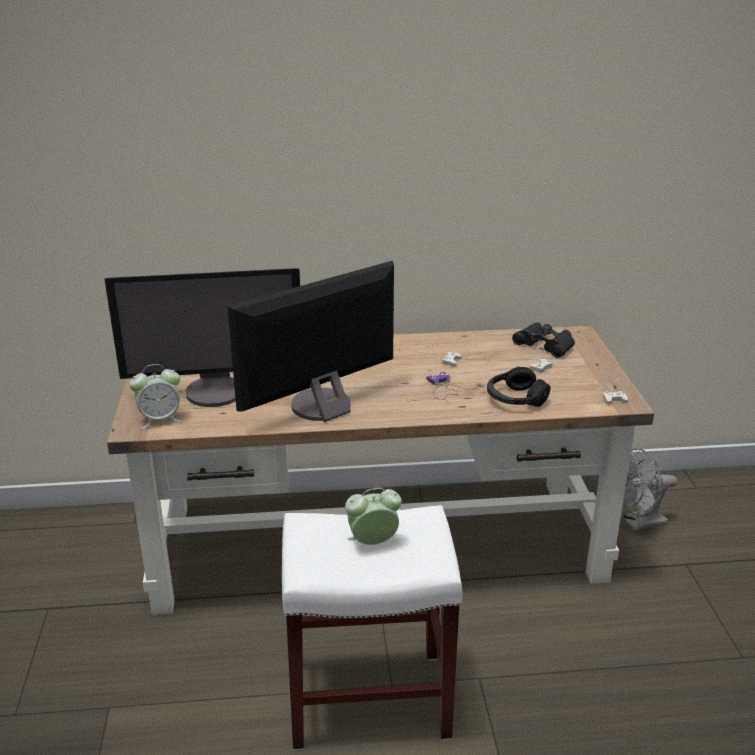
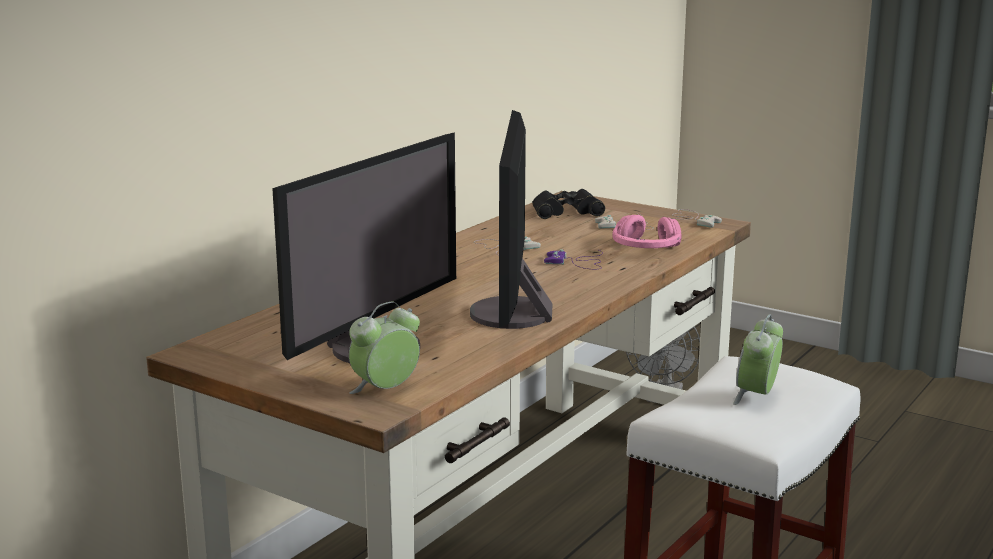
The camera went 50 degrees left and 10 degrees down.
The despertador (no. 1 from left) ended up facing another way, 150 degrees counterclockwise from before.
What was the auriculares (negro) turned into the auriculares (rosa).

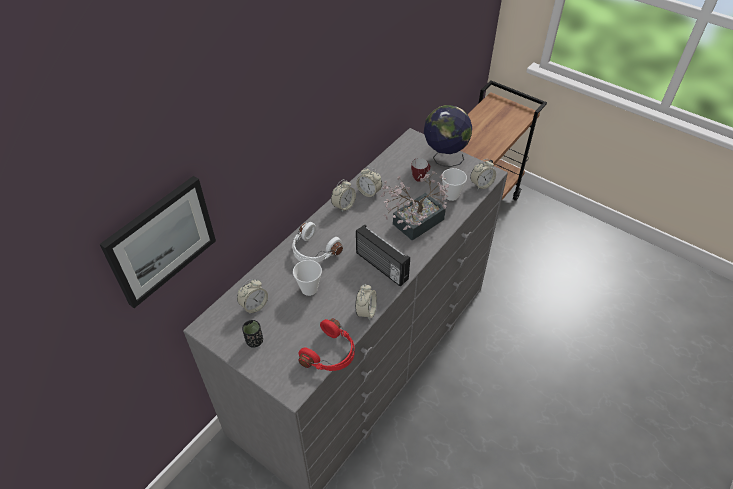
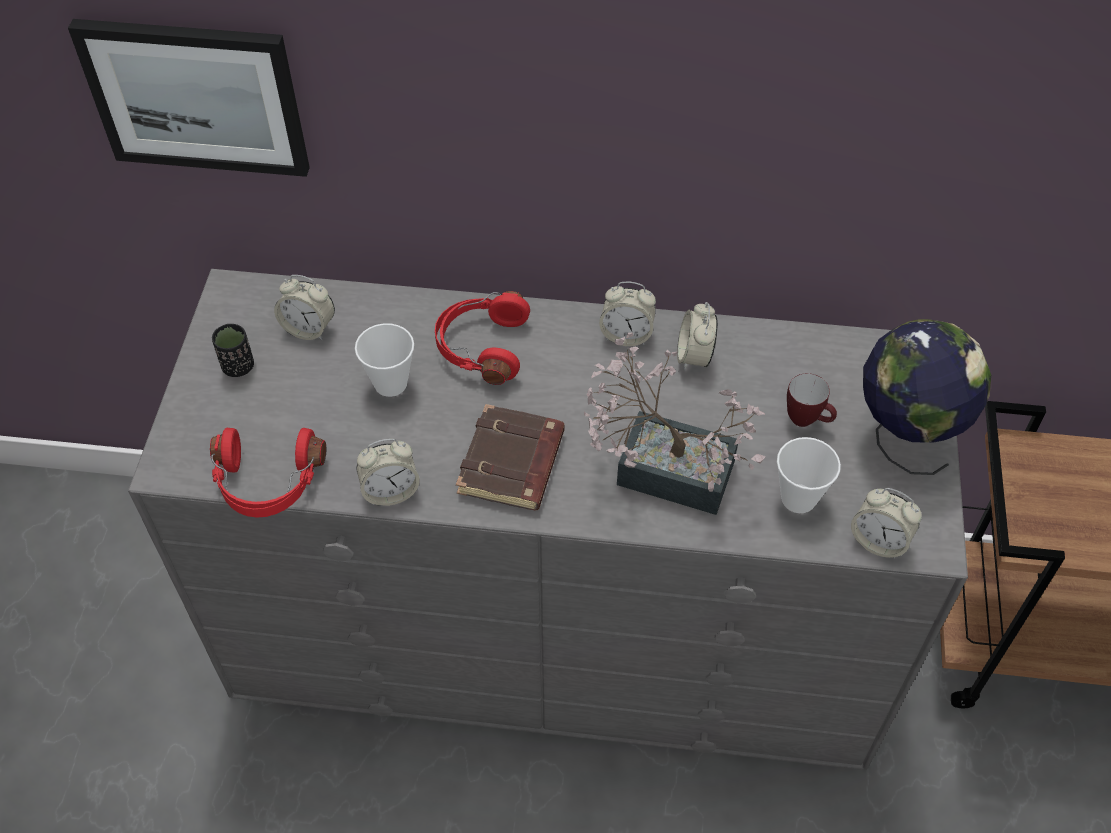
The camera went 60 degrees right and 5 degrees up.
What was the auriculares (blanco) turned into the auriculares (rojo) (no. 2 from left).
Where the radio stood, the libro (marrón) came to stand.

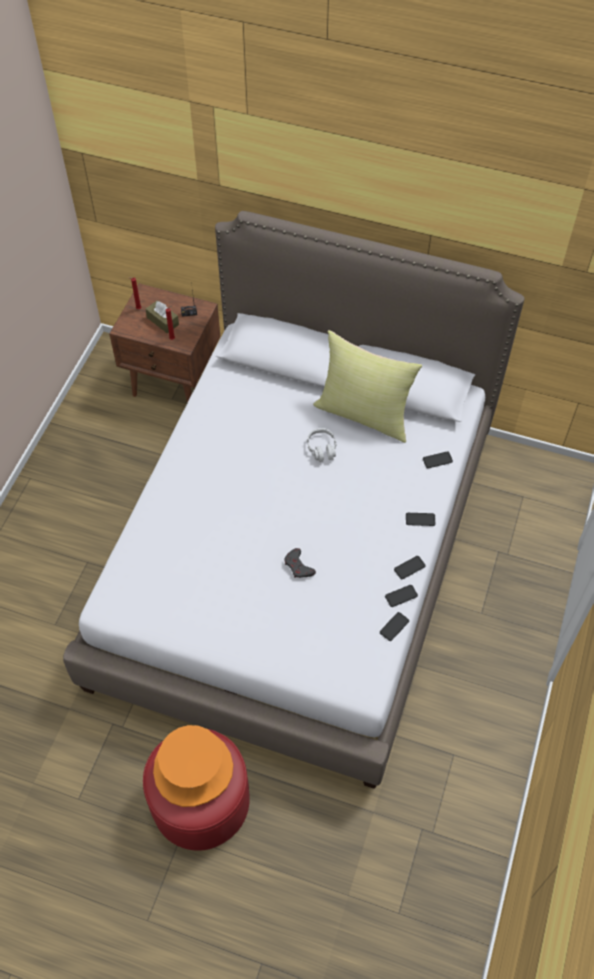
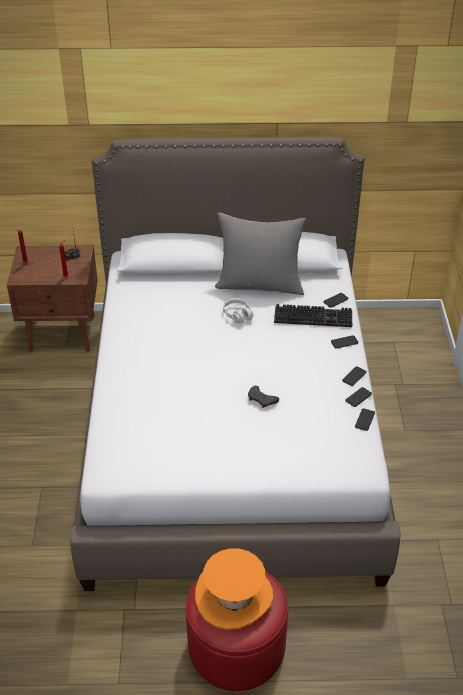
The camera went 20 degrees left and 15 degrees down.
The second view lost the caja de pañuelos (marrón).
What was the cojín (amarillo) turned into the cojín (gris).
The second view gained the teclado.

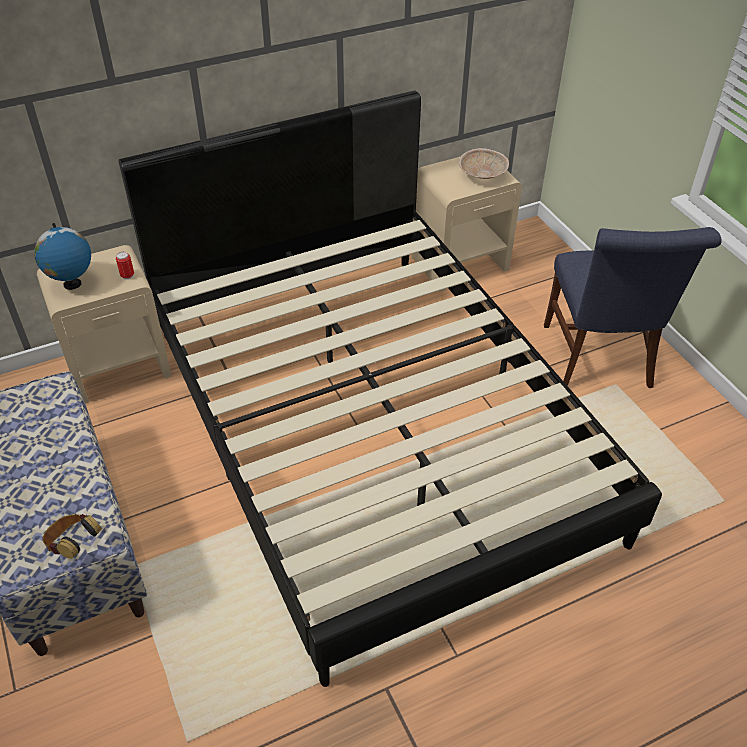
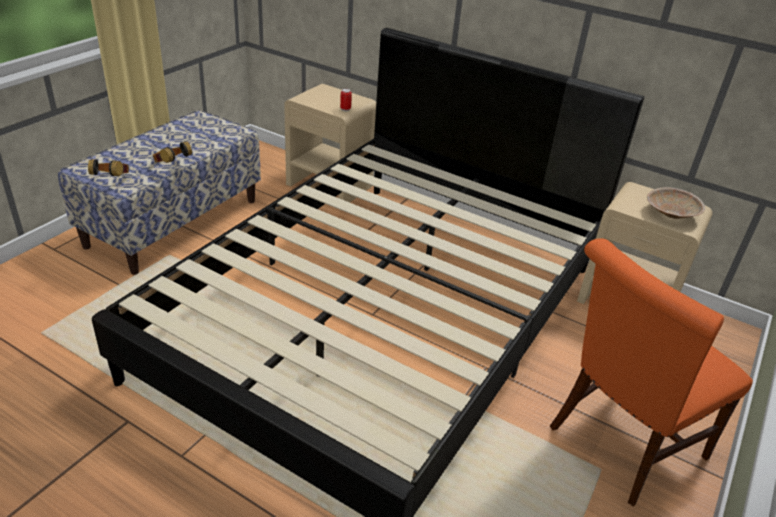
The camera went 55 degrees right and 10 degrees down.
The second view lost the globo terráqueo.
What was the silla (azul) turned into the silla (naranja).
The second view gained the auriculares (no. 2 from left).

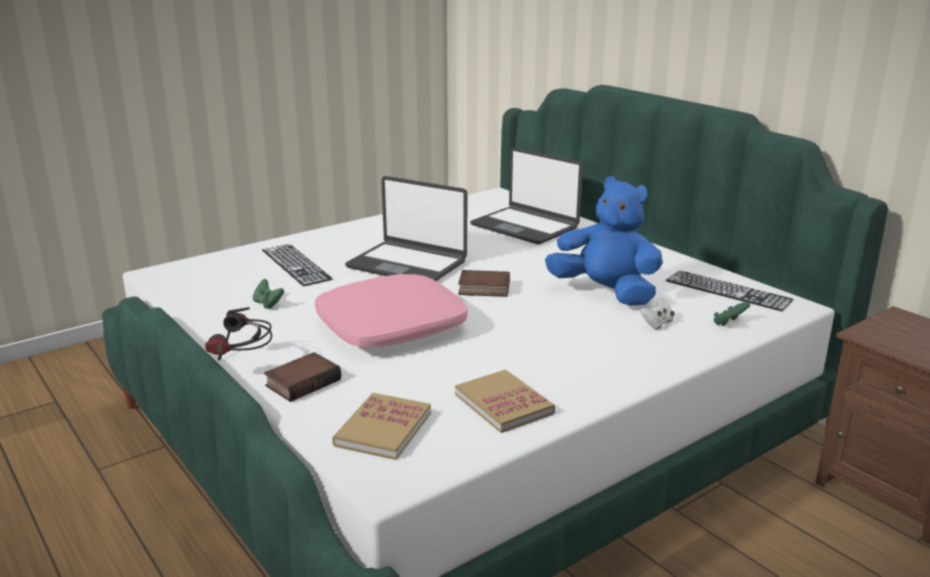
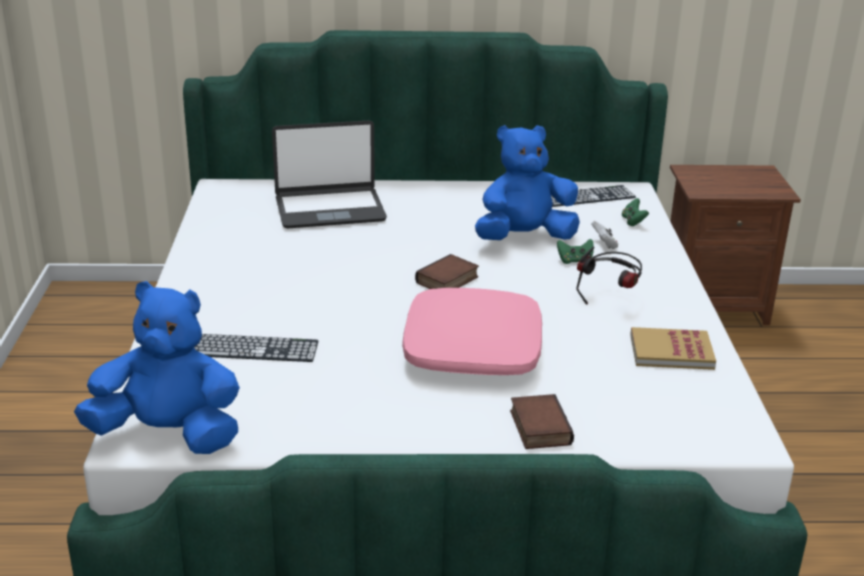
The camera went 55 degrees left and 5 degrees up.
The second view lost the portátil (no. 1 from left).
The mando de consola (verde) (no. 1 from left) ended up elsewhere.
The auriculares ended up elsewhere.
The second view lost the libro (no. 2 from left).
The second view gained the peluche (azul) (no. 1 from left).

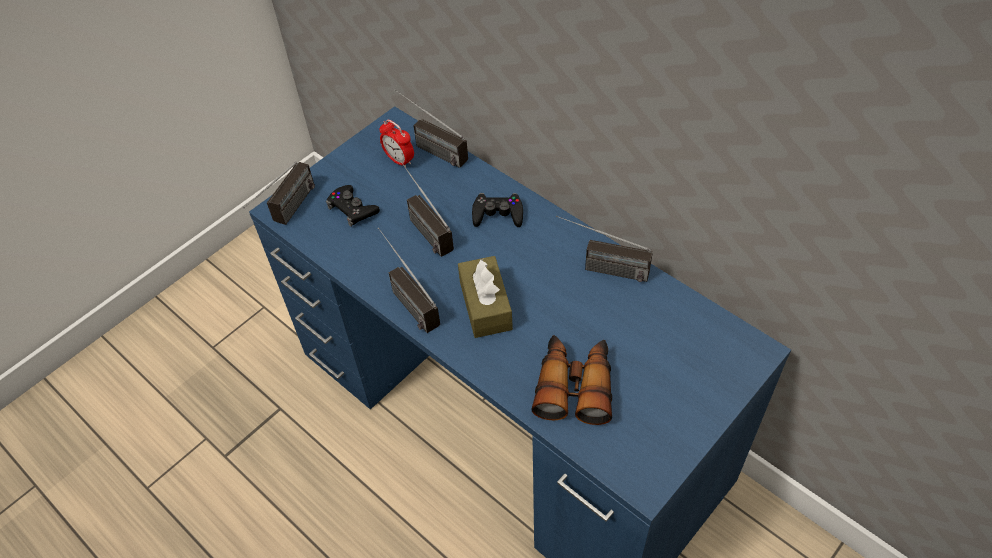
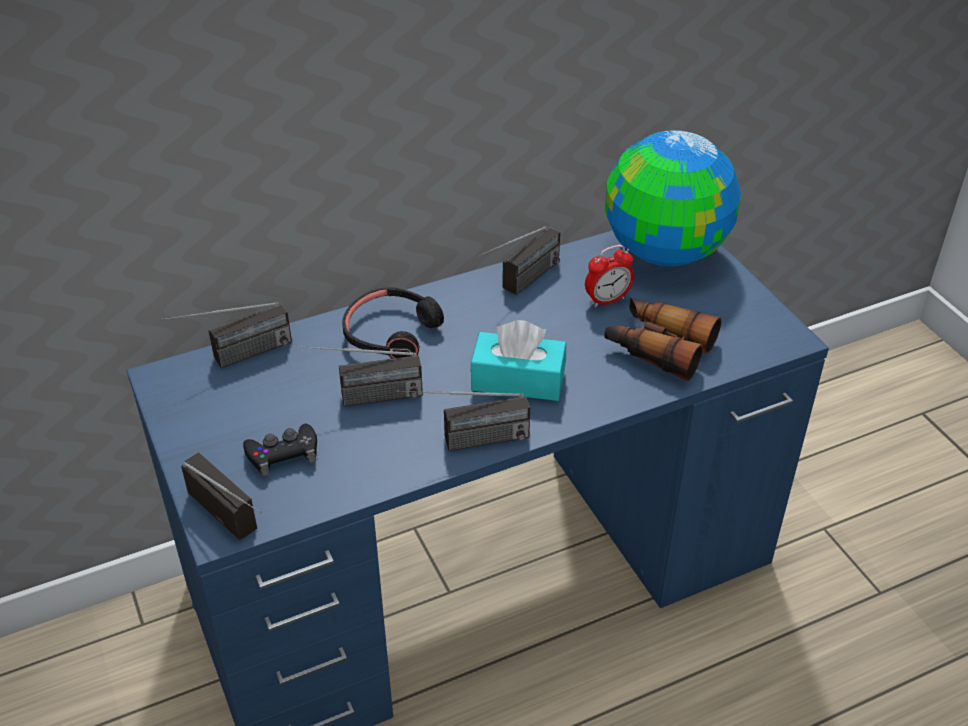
The camera went 70 degrees left and 10 degrees down.
The despertador ended up elsewhere.
Where the mando de consola (negro) (no. 2 from left) stood, the auriculares (negro) came to stand.
What was the caja de pañuelos (marrón) turned into the caja de pañuelos (turquesa).
The second view gained the globo terráqueo.

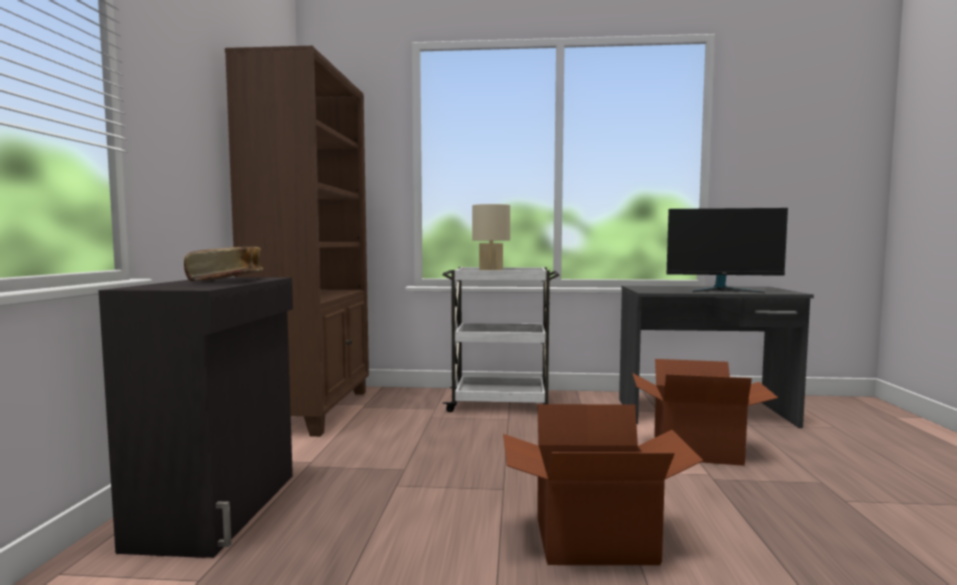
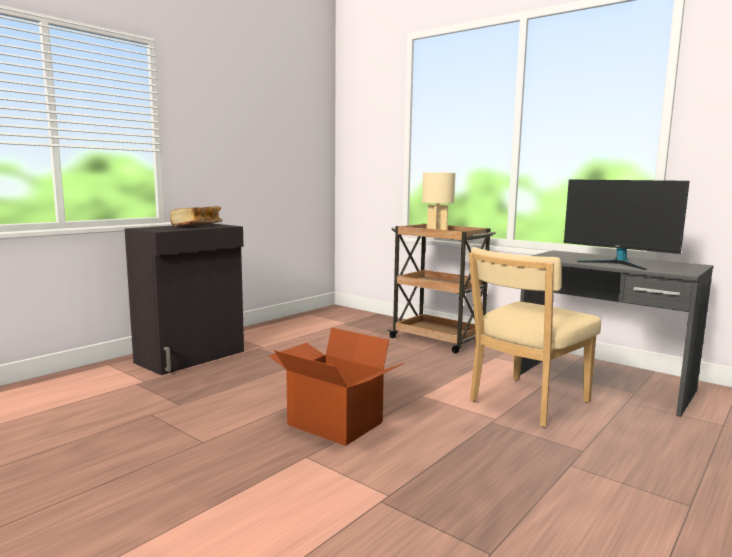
The camera went 35 degrees right and 5 degrees up.
The second view lost the estantería (marrón).
What was the carrito (blanco) turned into the carrito (marrón).
Where the caja de cartón (no. 2 from left) stood, the silla (beis) came to stand.

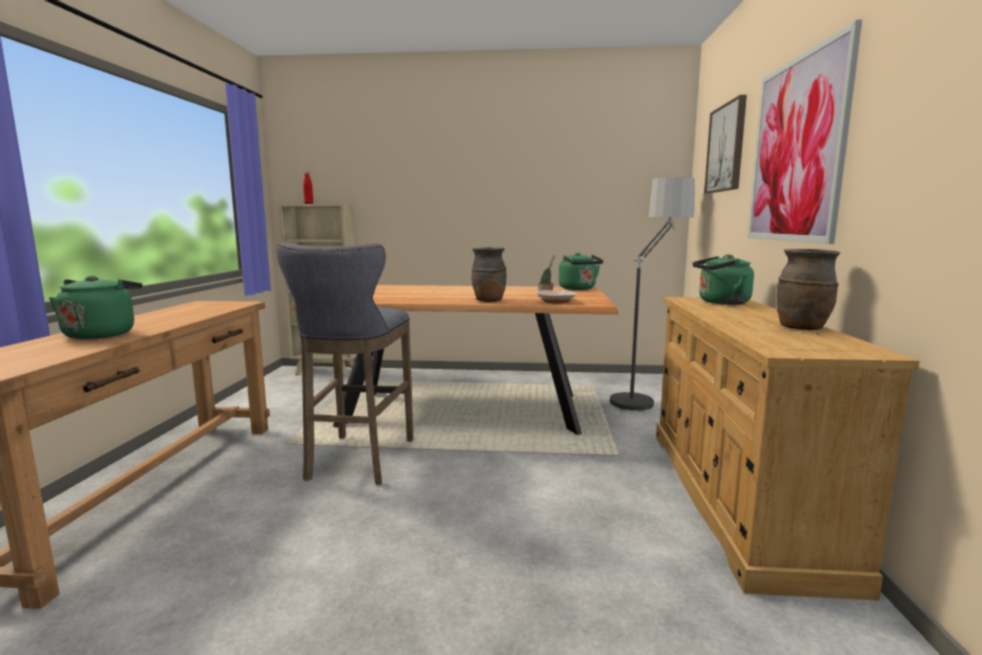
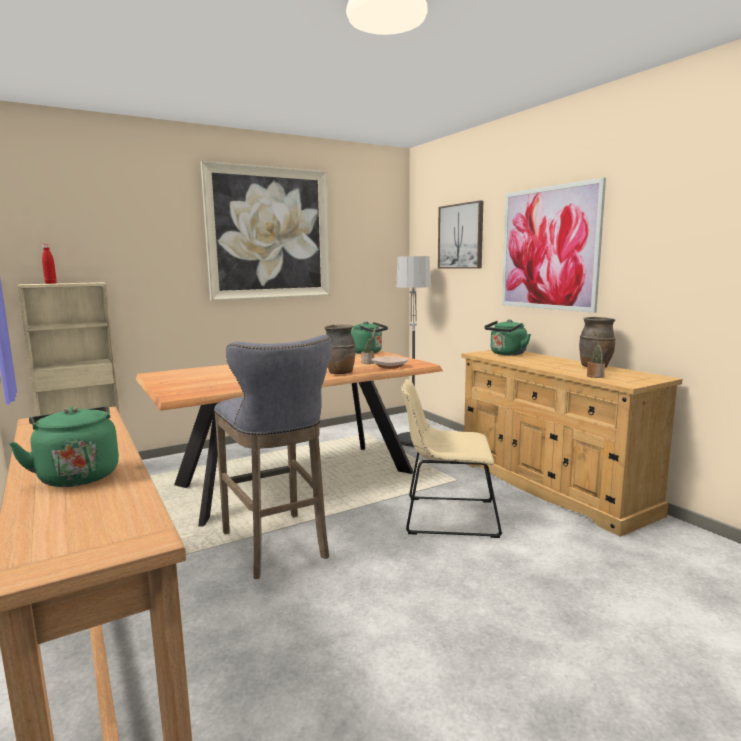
The camera went 35 degrees left and 0 degrees up.
The second view gained the cuadro (no. 1 from left).
The second view gained the planta en maceta (no. 2 from left).
The second view gained the silla (beis).

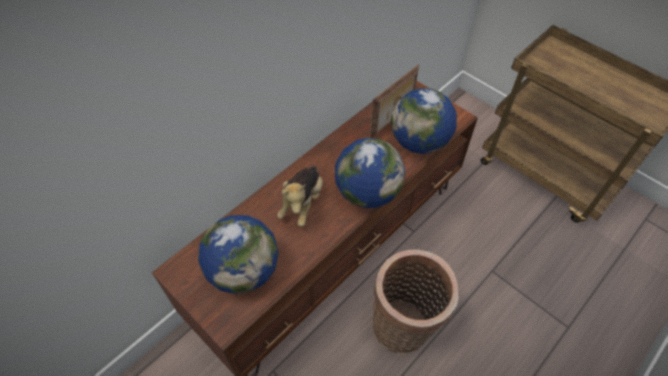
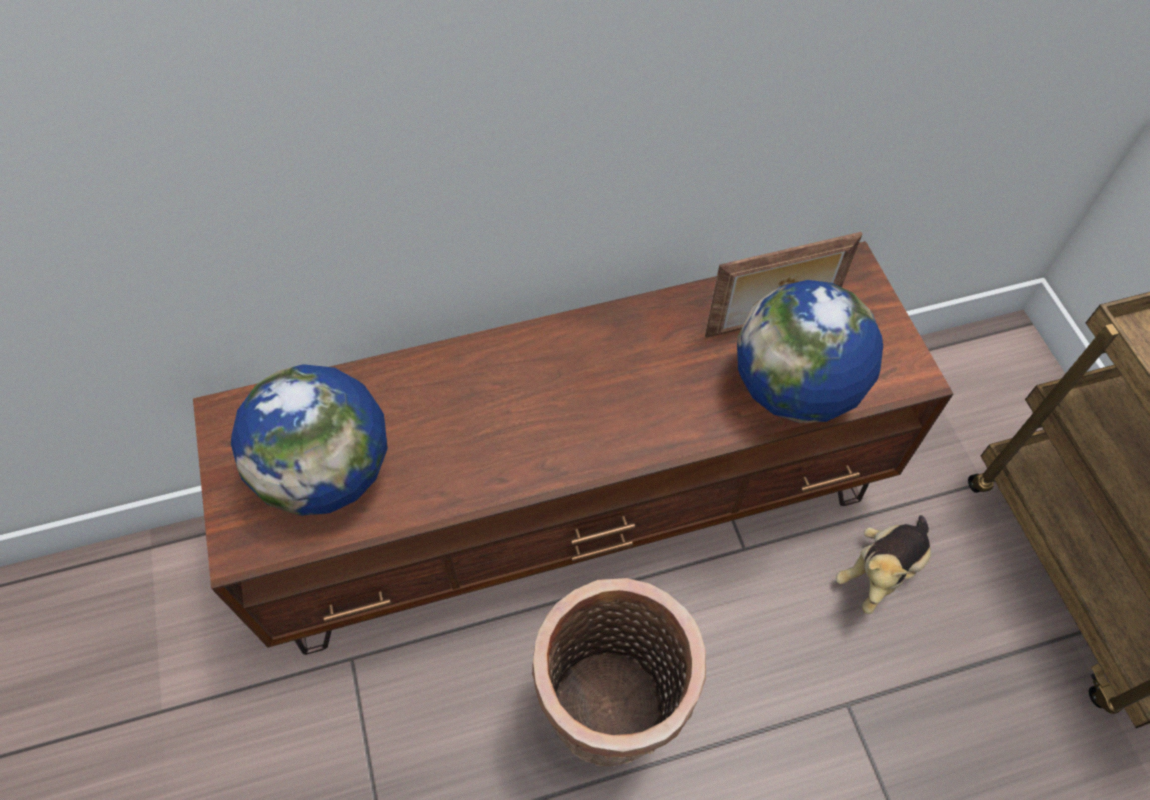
The camera went 30 degrees right and 5 degrees up.
The second view lost the globo terráqueo (no. 2 from left).
The peluche ended up elsewhere.

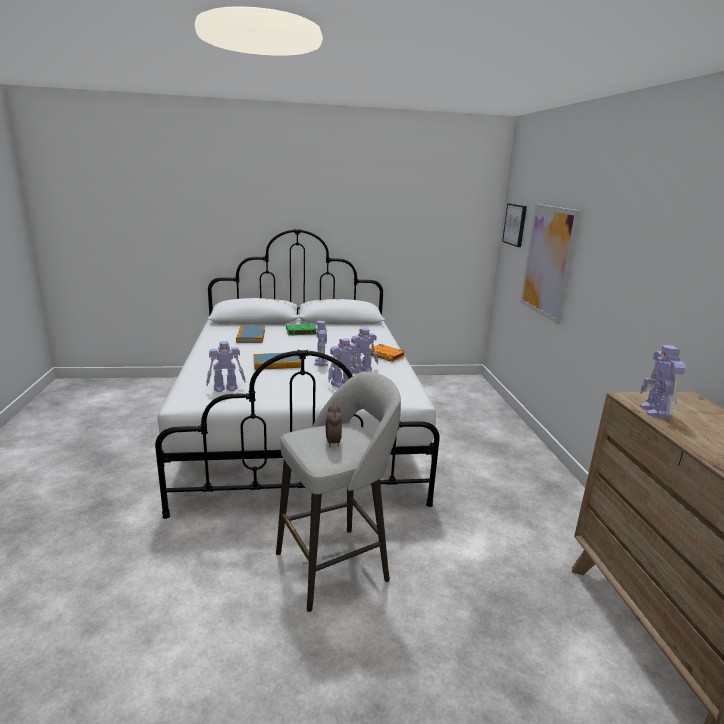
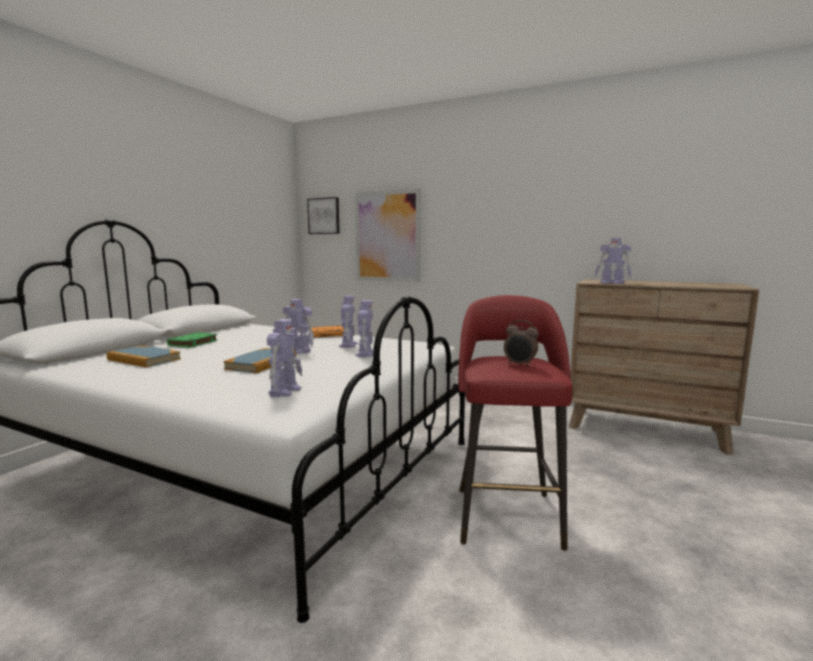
The camera went 55 degrees left and 10 degrees down.
What was the taburete (gris) turned into the taburete (rojo).

